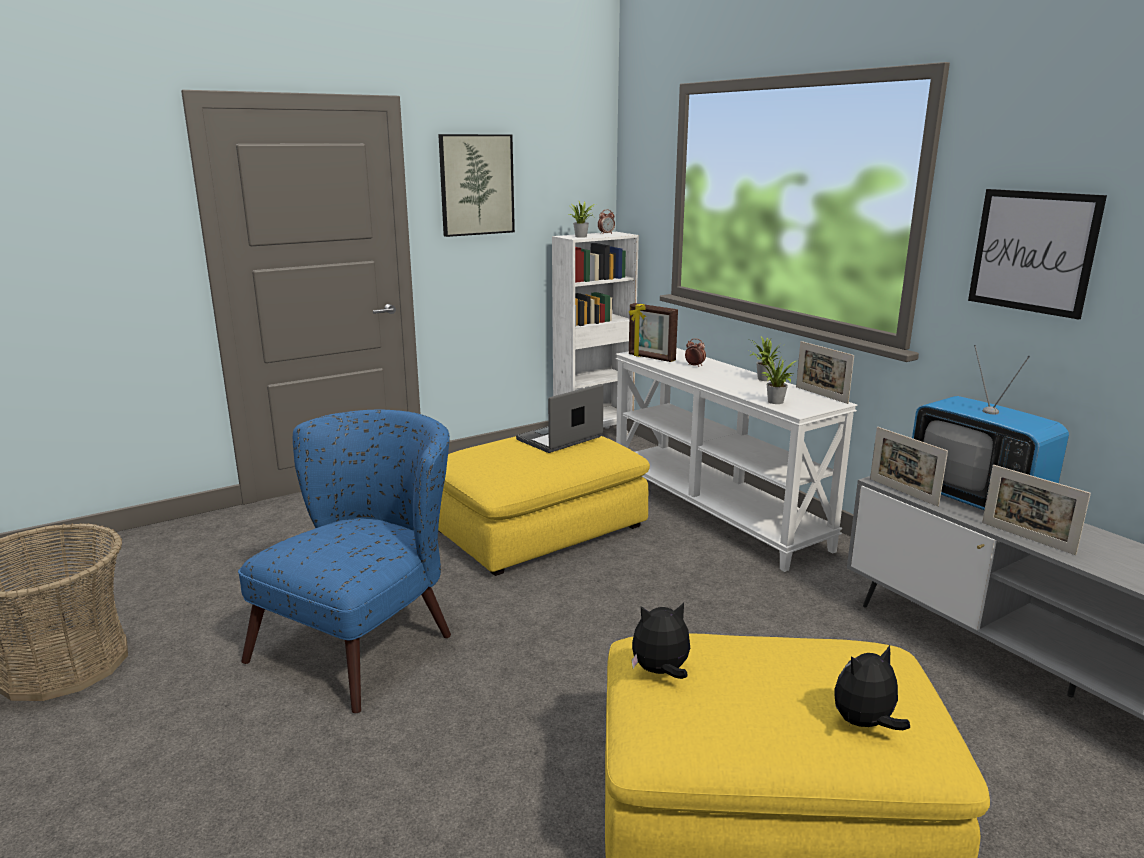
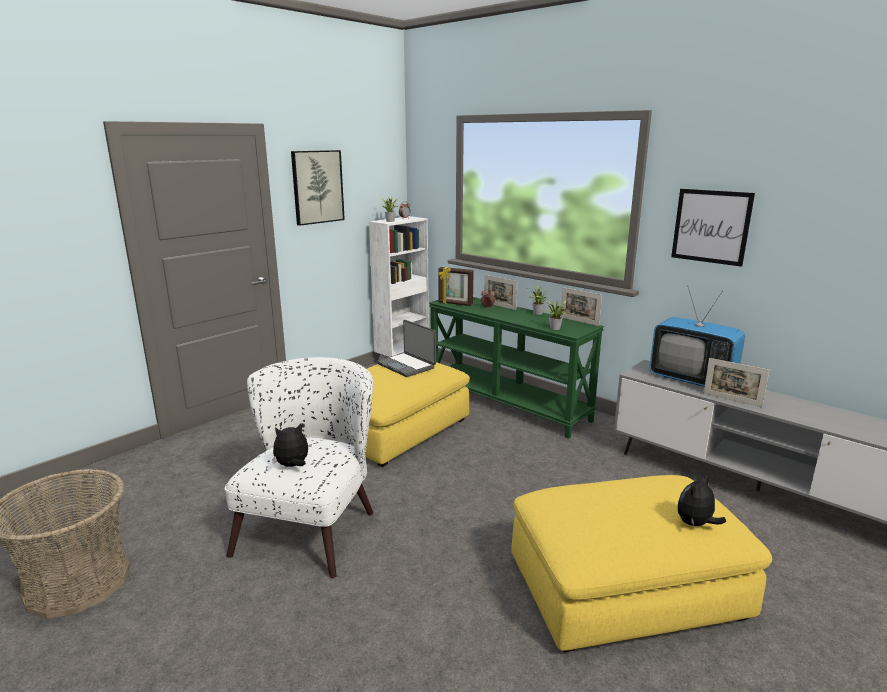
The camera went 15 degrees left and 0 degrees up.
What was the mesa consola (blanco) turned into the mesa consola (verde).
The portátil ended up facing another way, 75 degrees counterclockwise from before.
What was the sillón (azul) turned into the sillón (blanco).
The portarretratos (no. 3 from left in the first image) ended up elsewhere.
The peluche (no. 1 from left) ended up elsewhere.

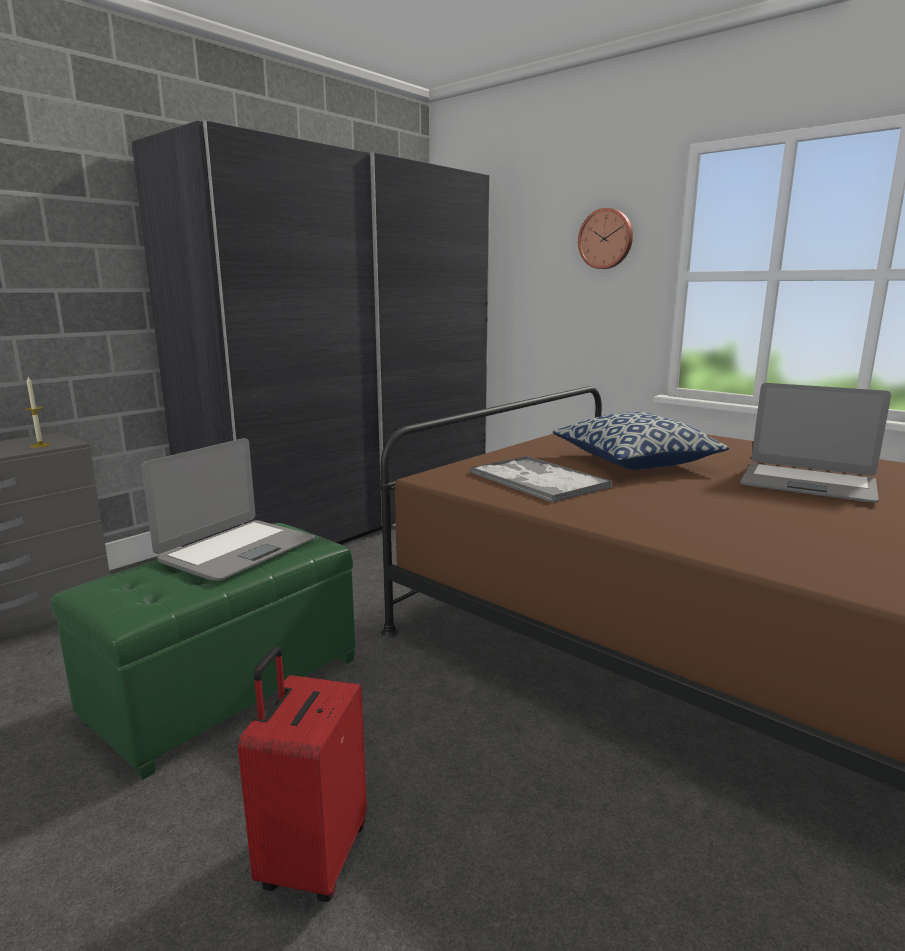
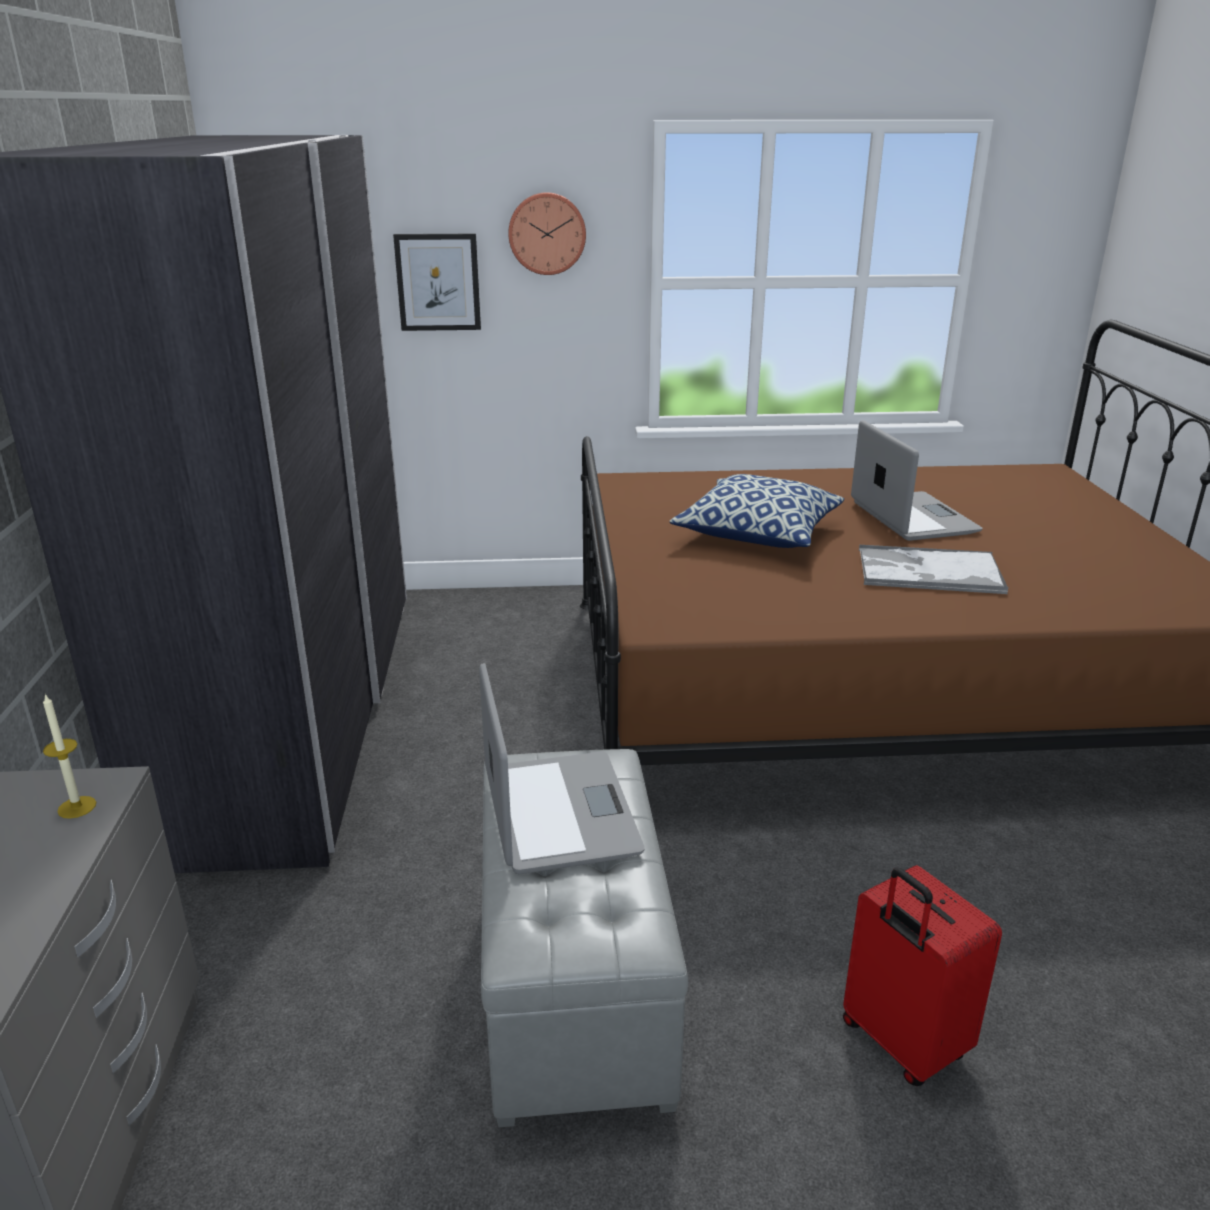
The camera went 45 degrees left and 10 degrees up.
The portátil (no. 2 from left) ended up facing another way, 90 degrees counterclockwise from before.
The bandeja ended up elsewhere.
What was the puf (verde) turned into the puf (gris).
The second view gained the cuadro.

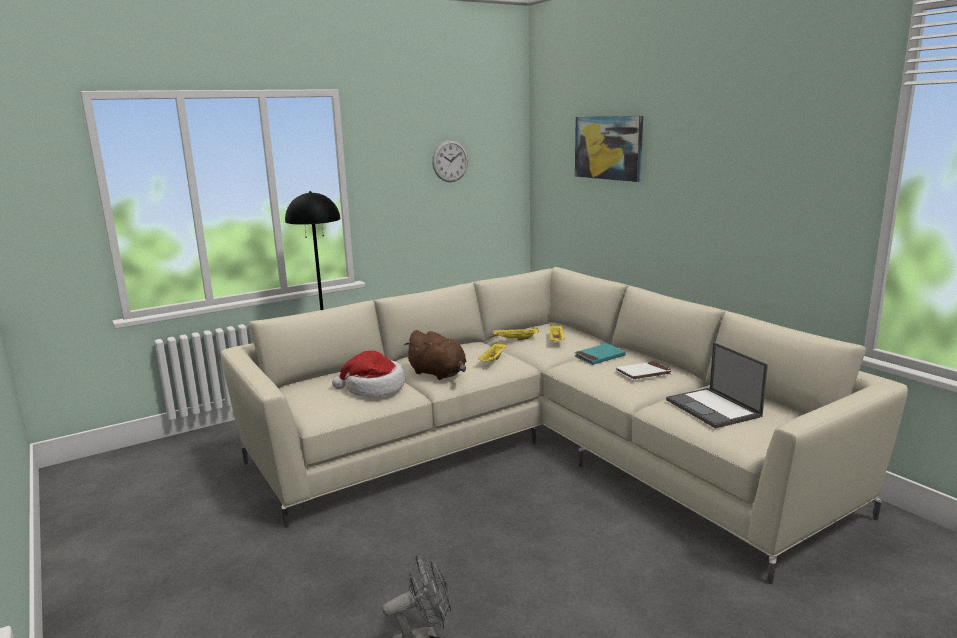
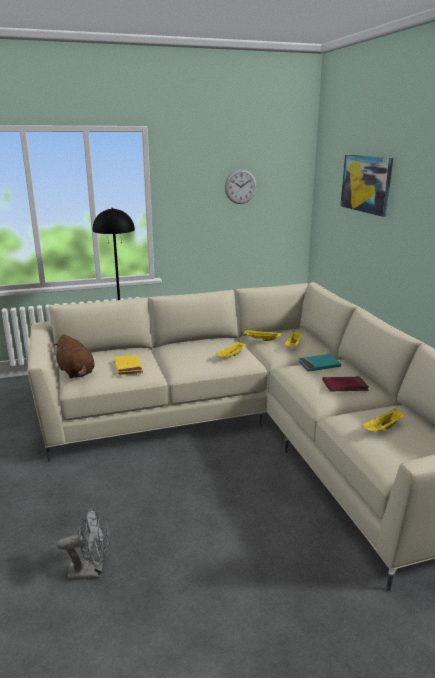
The camera went 15 degrees right and 5 degrees up.
The peluche (marrón) ended up elsewhere.
Where the portátil stood, the bandeja (amarillo) (no. 4 from left) came to stand.
Where the sombrero stood, the libro (amarillo) came to stand.
What was the libro (blanco) turned into the libro (rojo).

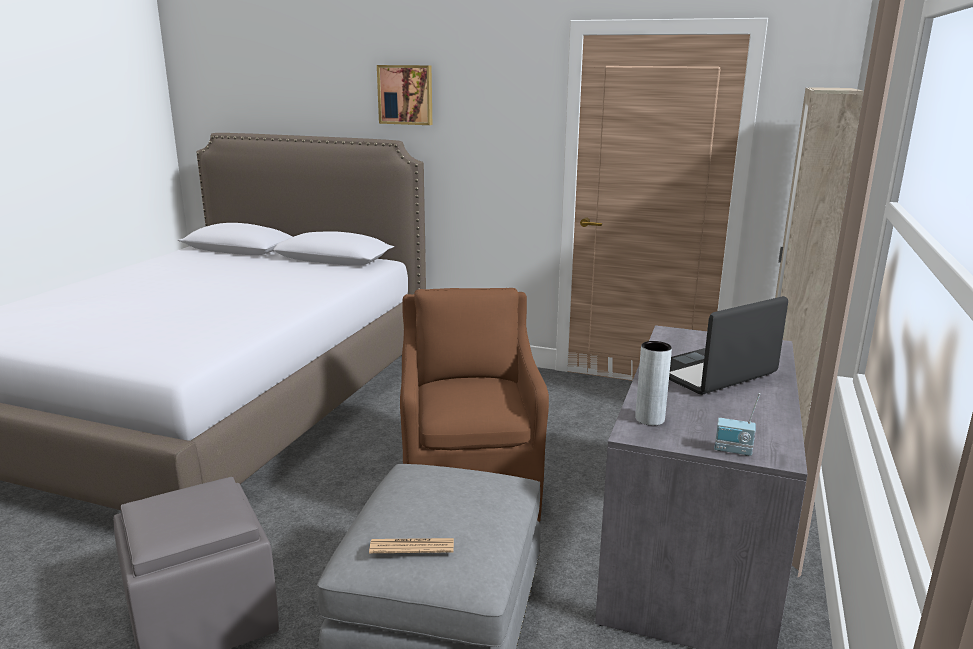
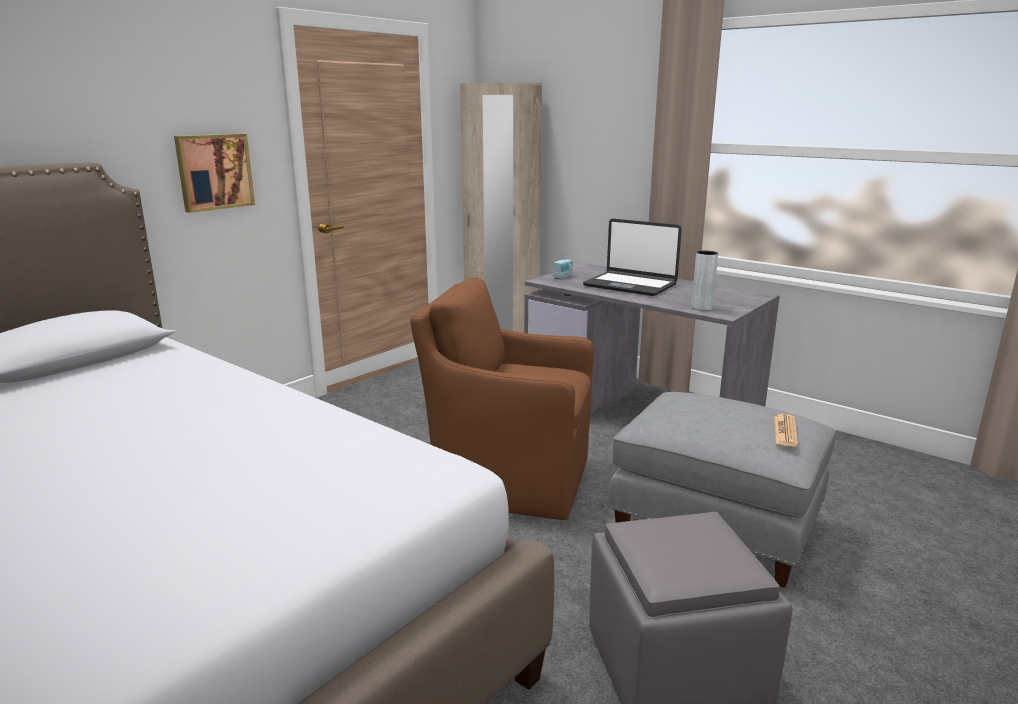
The camera went 70 degrees left and 0 degrees up.
The cuadro ended up elsewhere.
The portátil ended up facing another way, 45 degrees counterclockwise from before.
The radio ended up elsewhere.

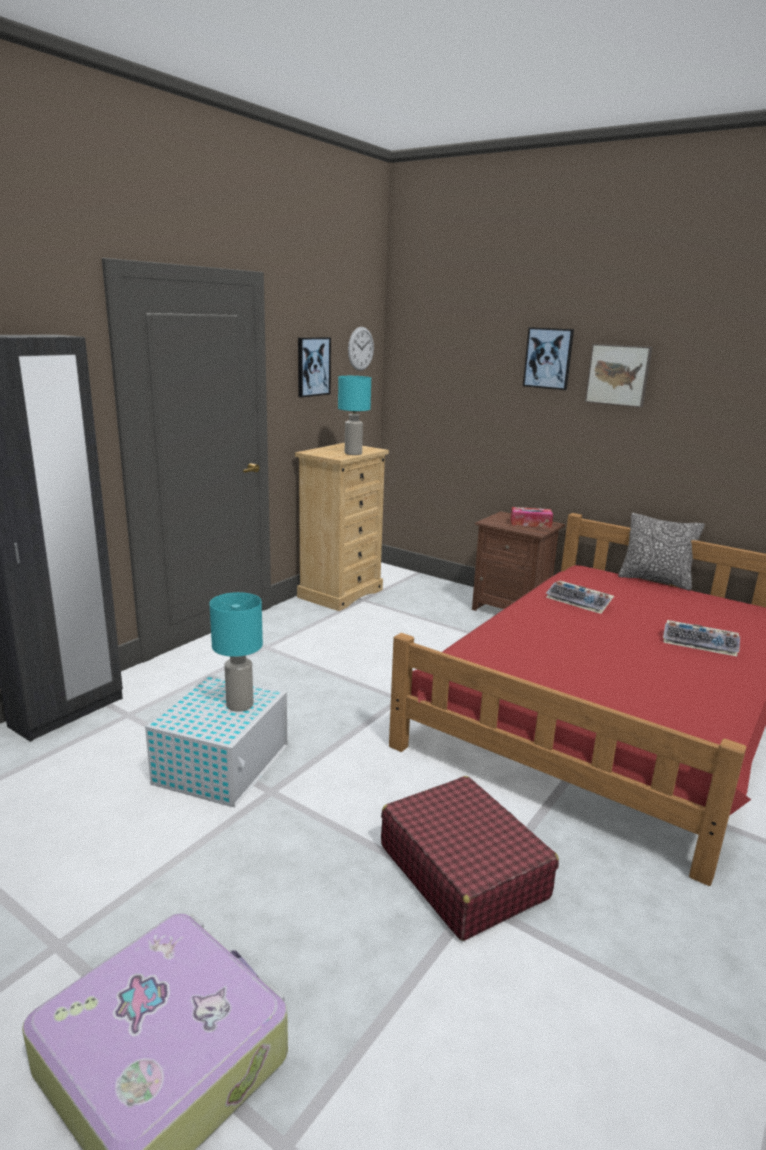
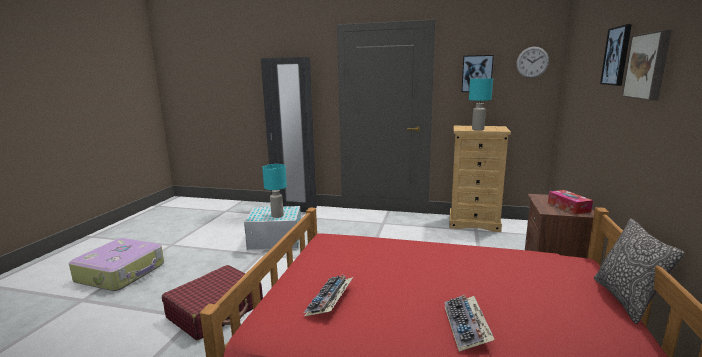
The camera went 70 degrees right and 5 degrees down.
The teclado (no. 1 from left) ended up elsewhere.

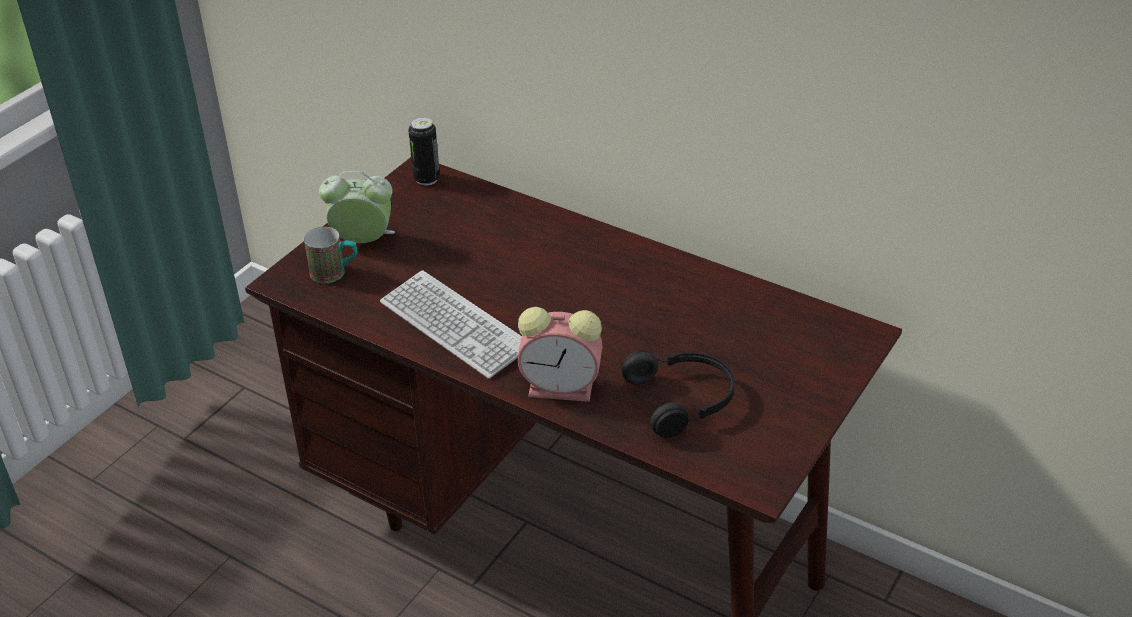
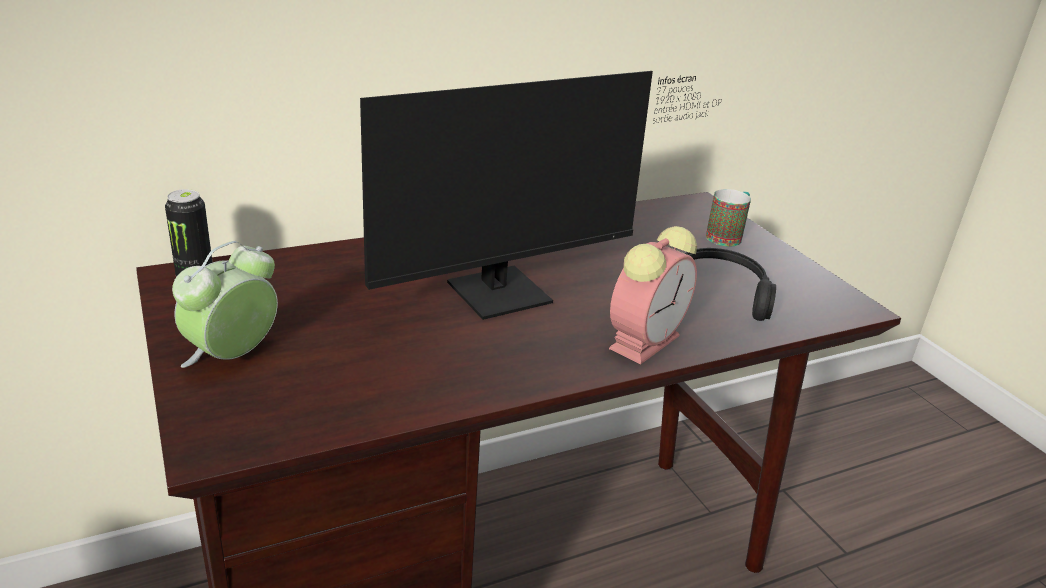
The camera went 60 degrees left and 10 degrees down.
The taza grande ended up elsewhere.
The second view lost the teclado.
The second view gained the monitor.

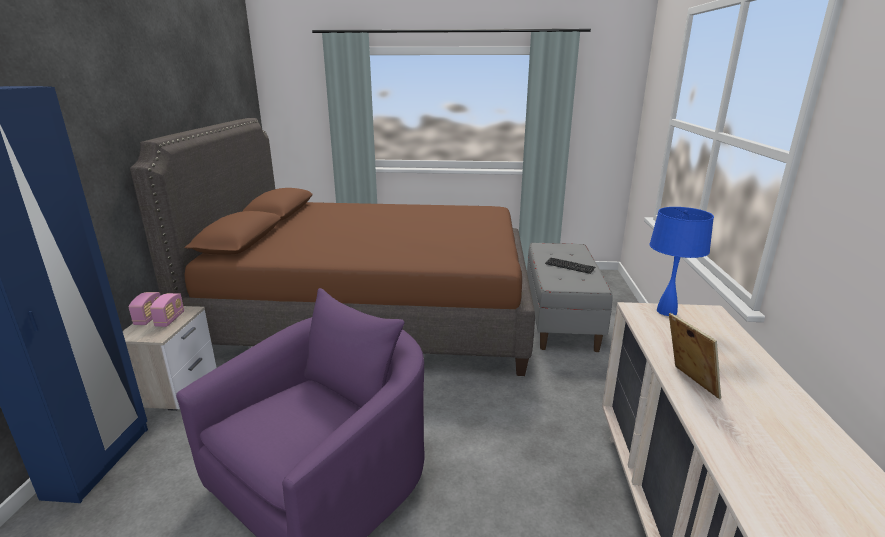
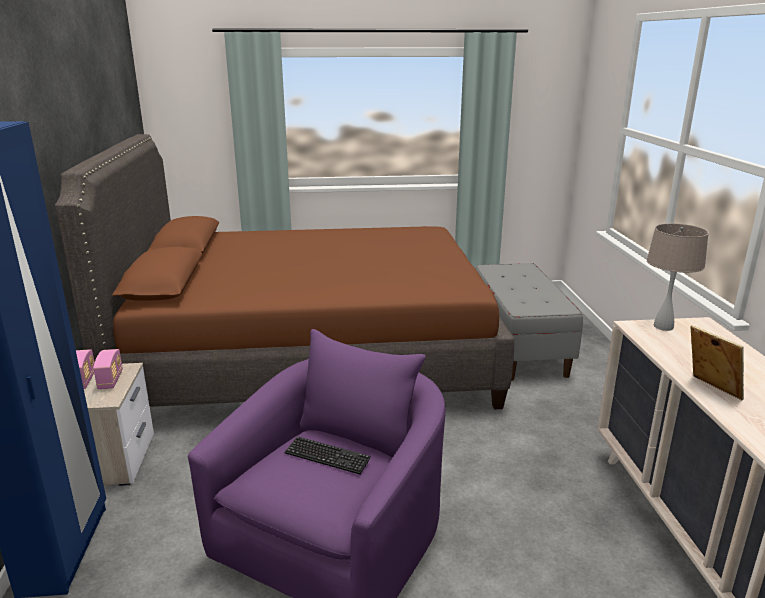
The camera went 10 degrees left and 0 degrees up.
What was the lámpara de mesa (azul) turned into the lámpara de mesa (beis).
The teclado ended up elsewhere.

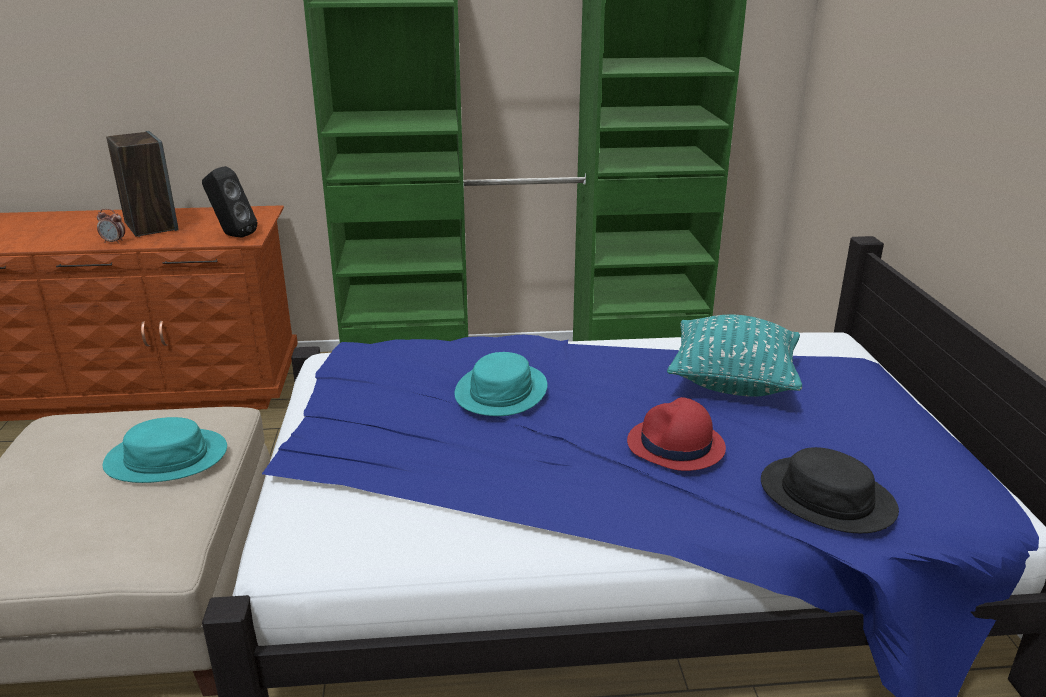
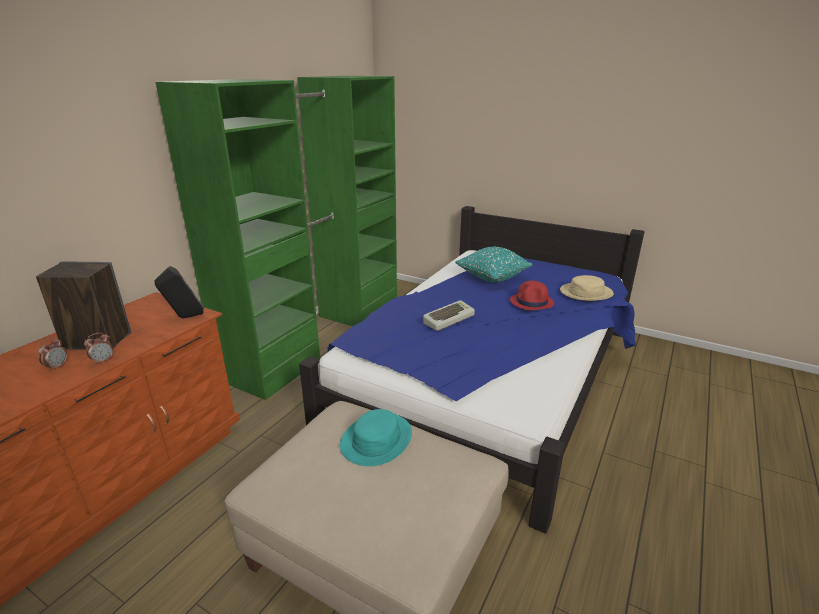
The camera went 55 degrees left and 0 degrees up.
Where the sombrero (turquesa) (no. 2 from left) stood, the teclado came to stand.
What was the sombrero (negro) turned into the sombrero (beis).
The second view gained the despertador (no. 1 from left).

